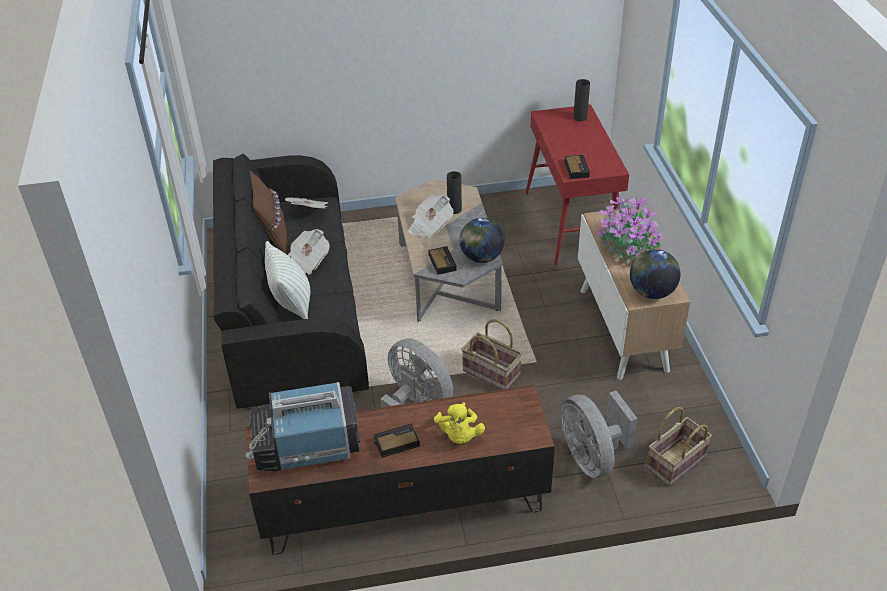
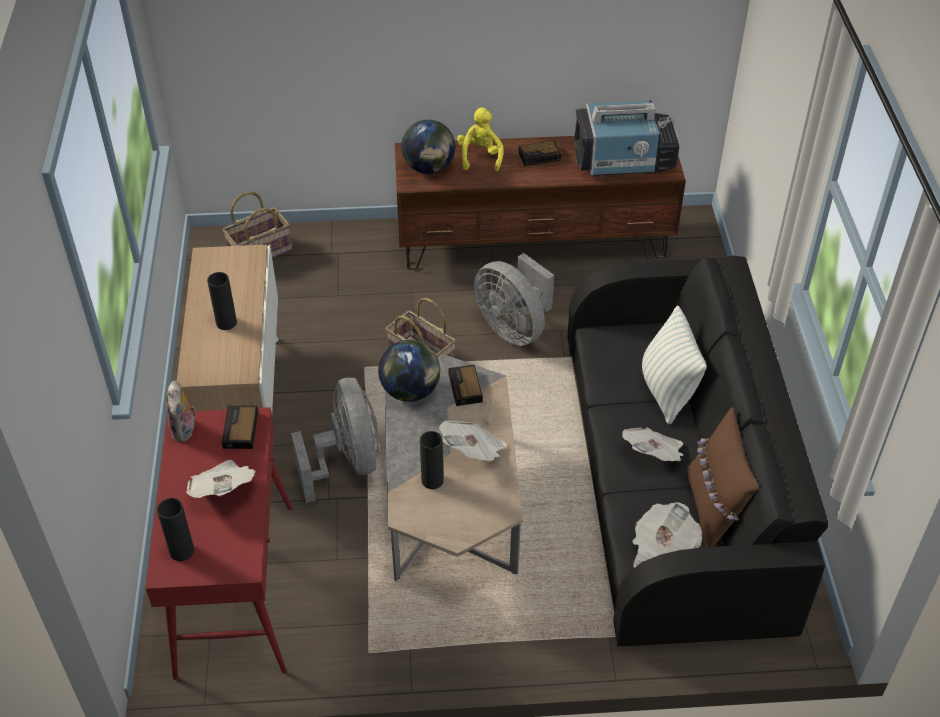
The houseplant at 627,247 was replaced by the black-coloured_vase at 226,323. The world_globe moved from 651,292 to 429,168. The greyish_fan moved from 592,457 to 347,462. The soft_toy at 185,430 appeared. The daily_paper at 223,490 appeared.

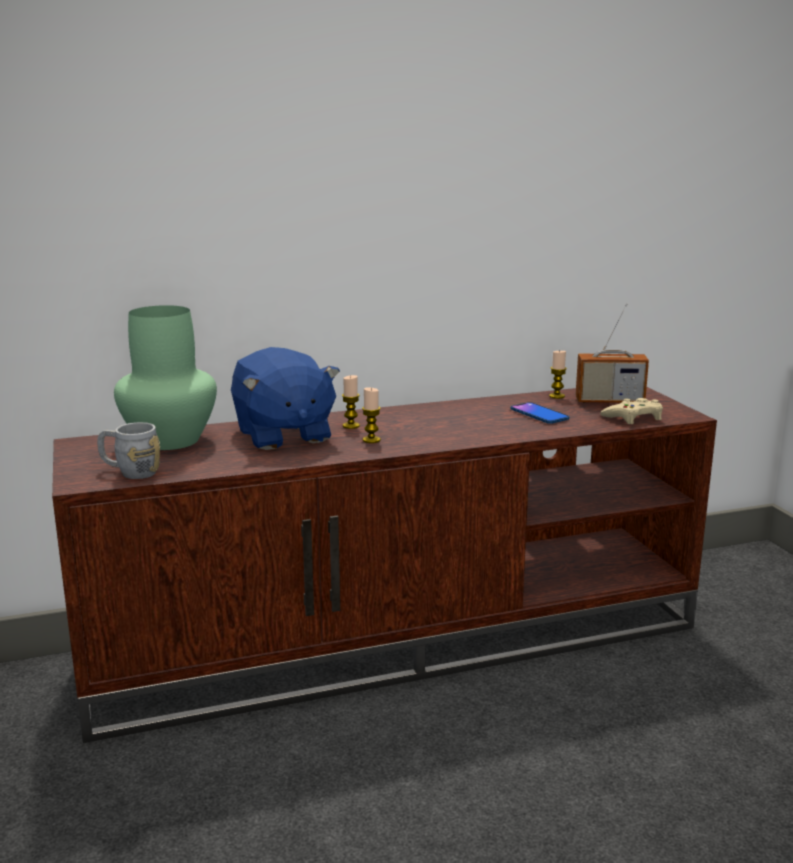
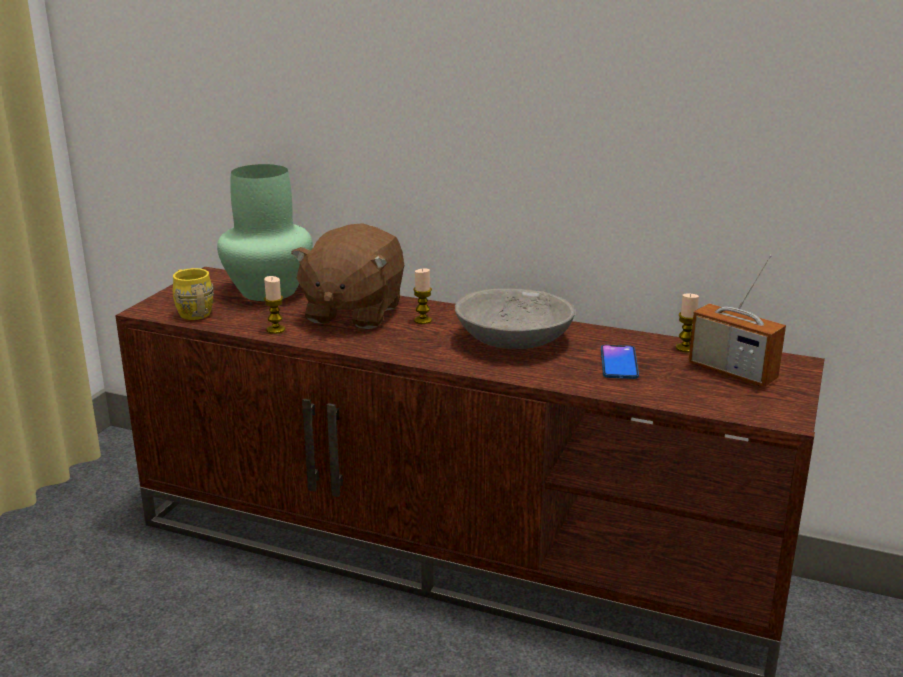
The bluish_soft_toy at 282,435 became the brown-coloured_soft_toy at 352,312. The wax_candle moved from 371,440 to 275,330. The sand-coloured_game_controller at 633,418 disappeared. The greyish_tea_mug at 130,472 became the yellow-coloured_tea_mug at 192,311. The greyish_bowl at 513,340 appeared.

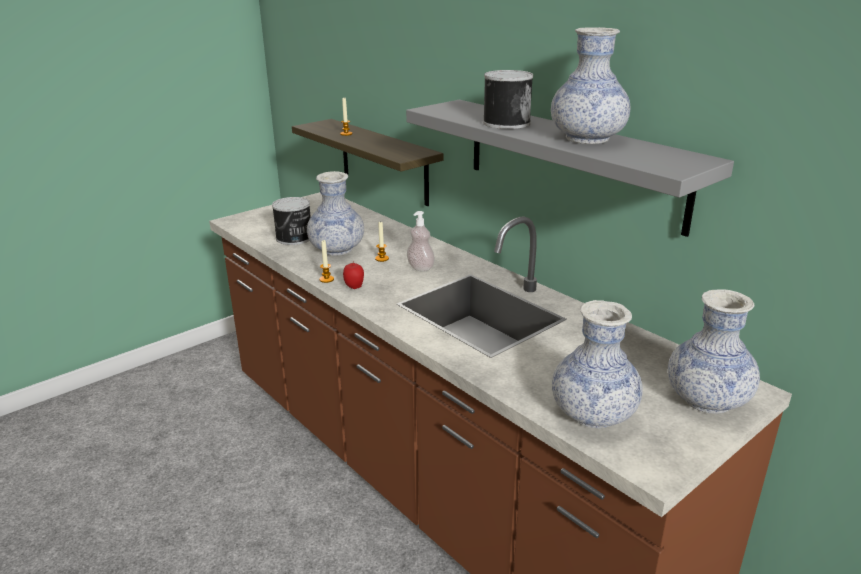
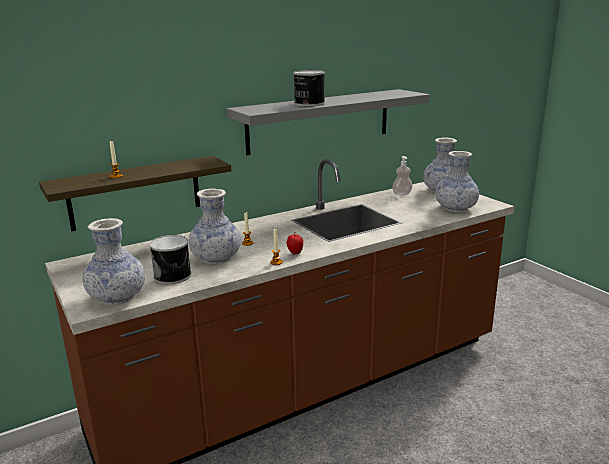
The vase moved from 587,139 to 117,297. The soap_dispenser moved from 420,268 to 402,194.

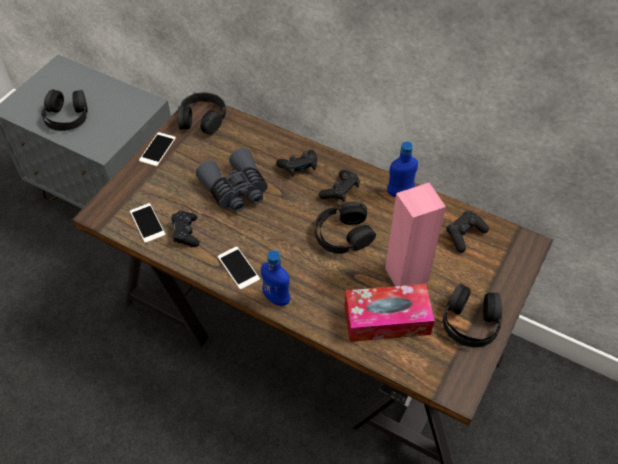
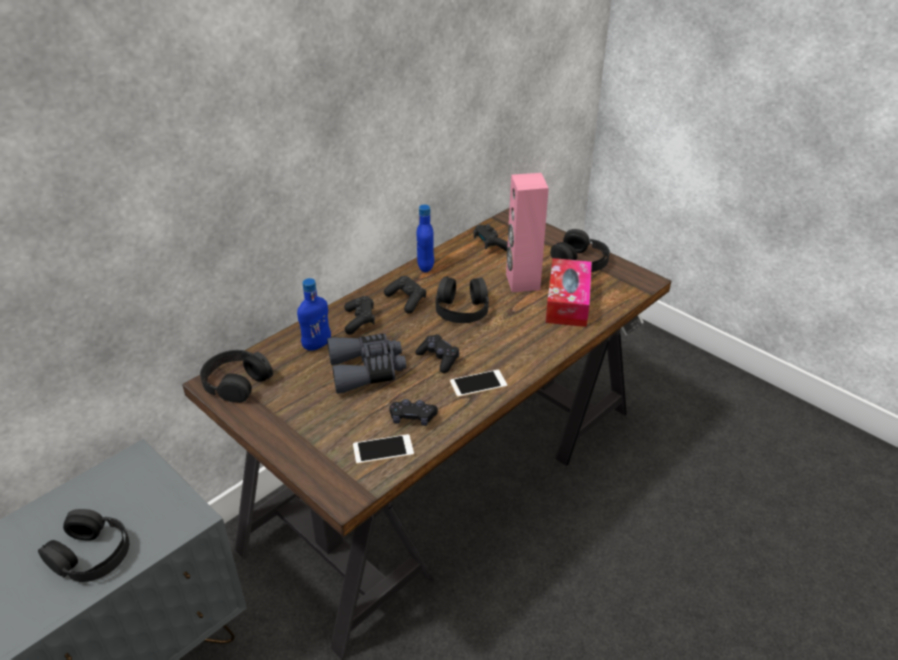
The telephone at 157,149 disappeared. The bluish_bottle moved from 276,298 to 317,345. The black-coloured_game_controller at 438,358 appeared.

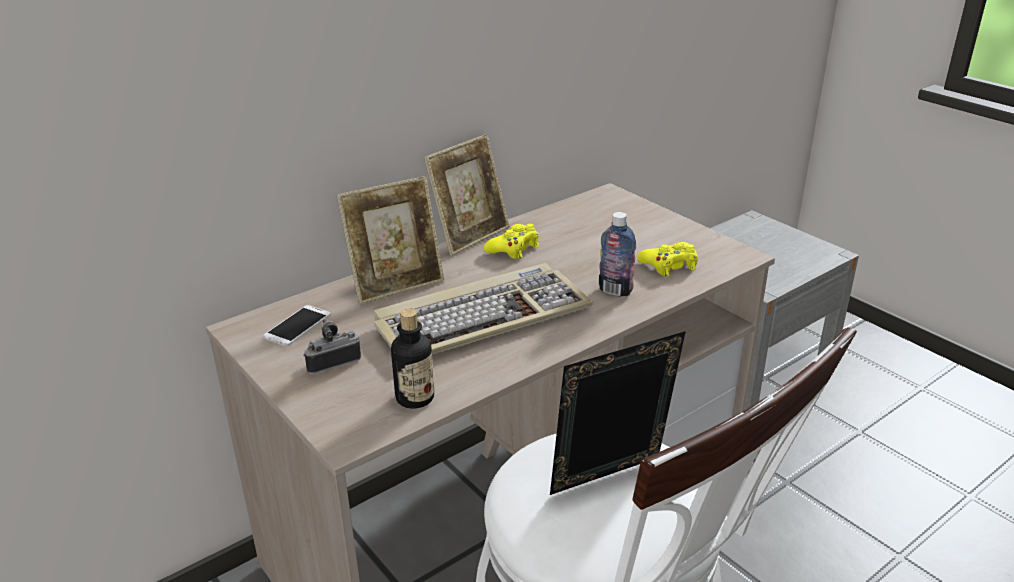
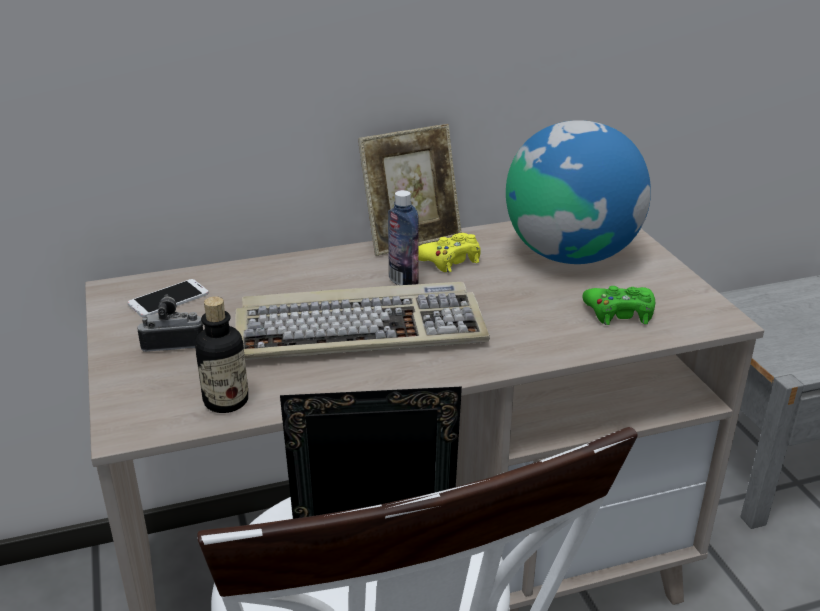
The picture_frame at 396,285 disappeared. The bottle moved from 615,291 to 403,280. The yellow-coloured_game_controller at 669,265 became the green-coloured_game_controller at 620,313. The world_globe at 570,254 appeared.

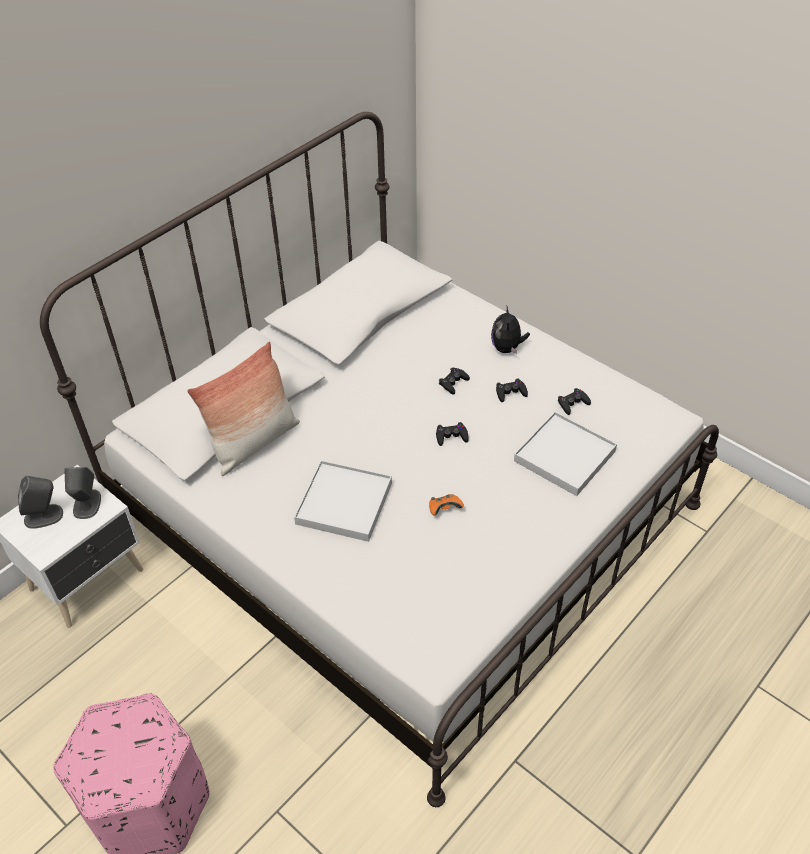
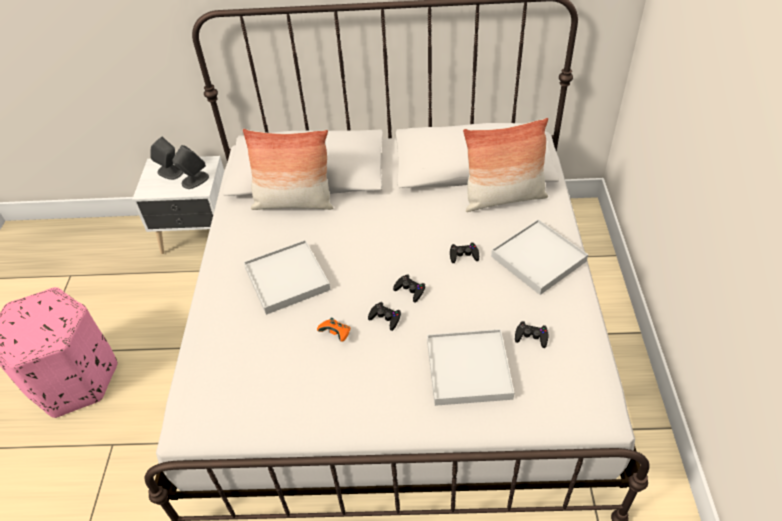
The soft_toy at 507,348 was replaced by the white_carrying_tray at 538,259. The black-coloured_game_controller moved from 510,392 to 385,318. The pillow at 503,198 appeared.

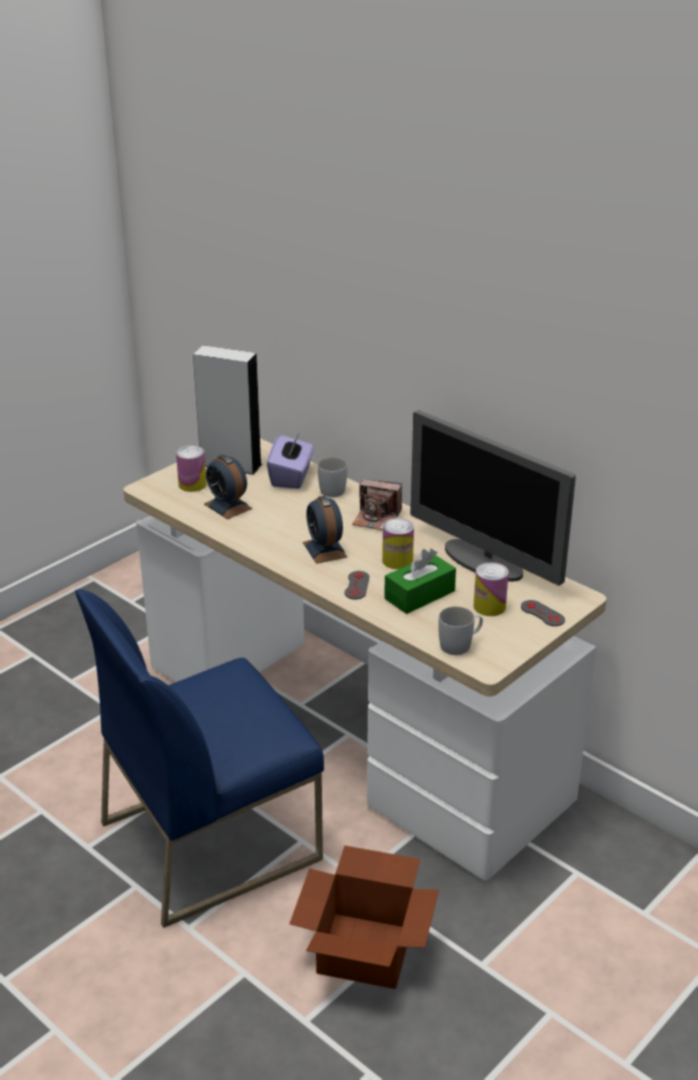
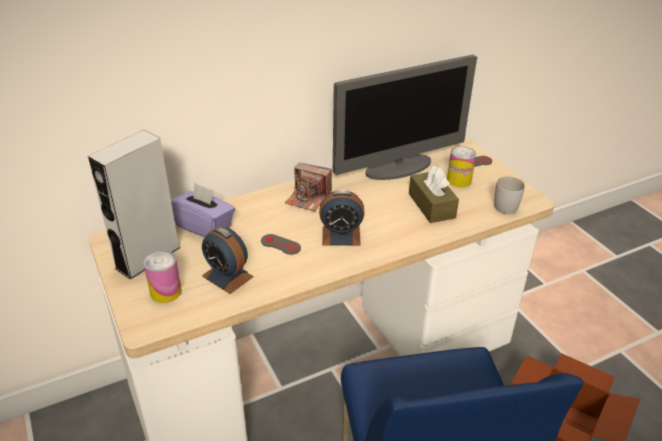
The bedside_clock at 228,506 turned 60 degrees clockwise. The white_tea_mug at 330,488 disappeared. The photo_camera at 376,518 turned 75 degrees clockwise. The sealed_can at 397,560 disappeared. The green-coloured_tissue_box at 419,595 became the brown-coloured_tissue_box at 431,205. The greyish_game_controller moved from 357,585 to 280,244.

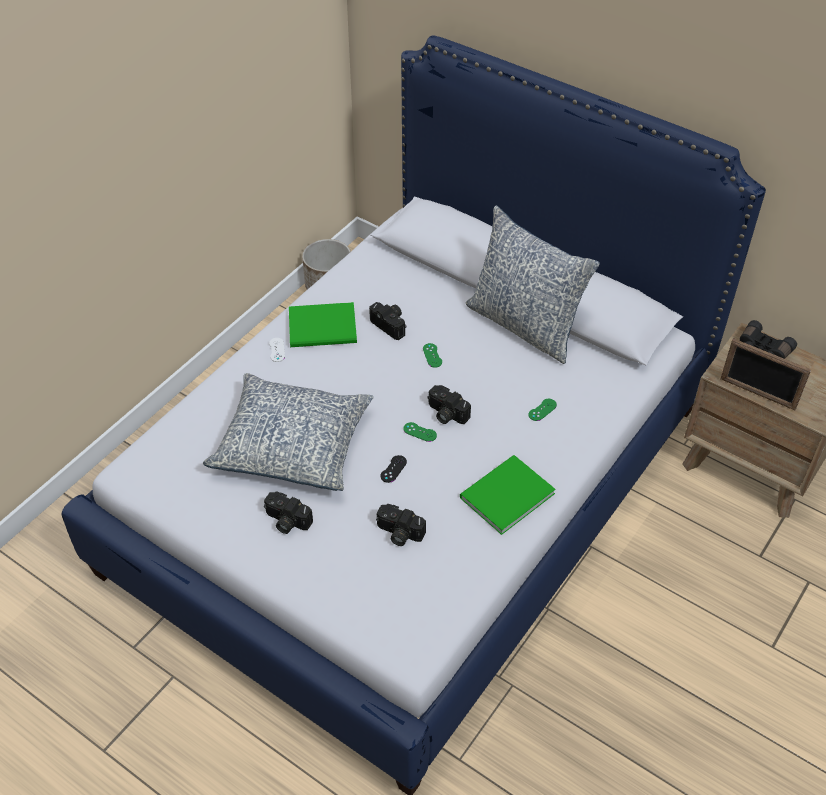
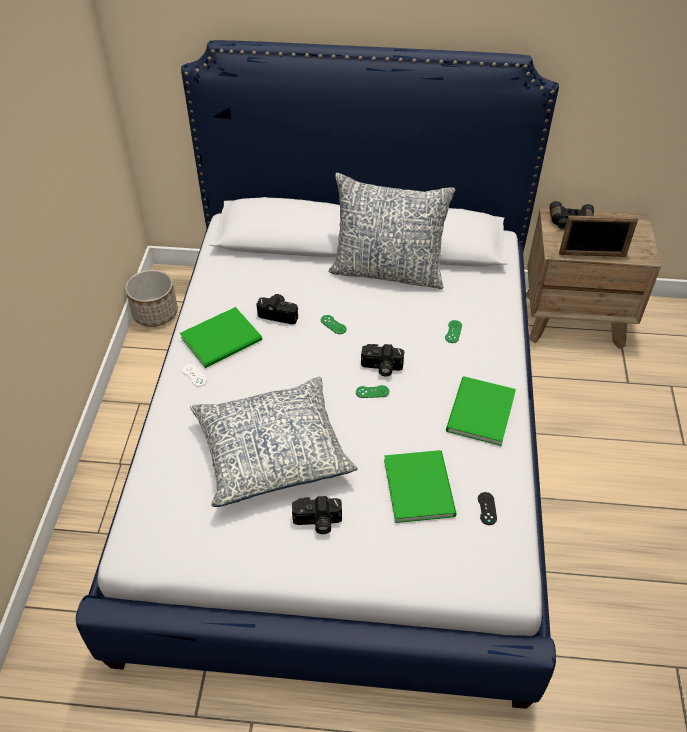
The black-coloured_game_controller moved from 393,469 to 487,508. The photo_camera at 398,533 was replaced by the green-coloured_volume at 420,485.

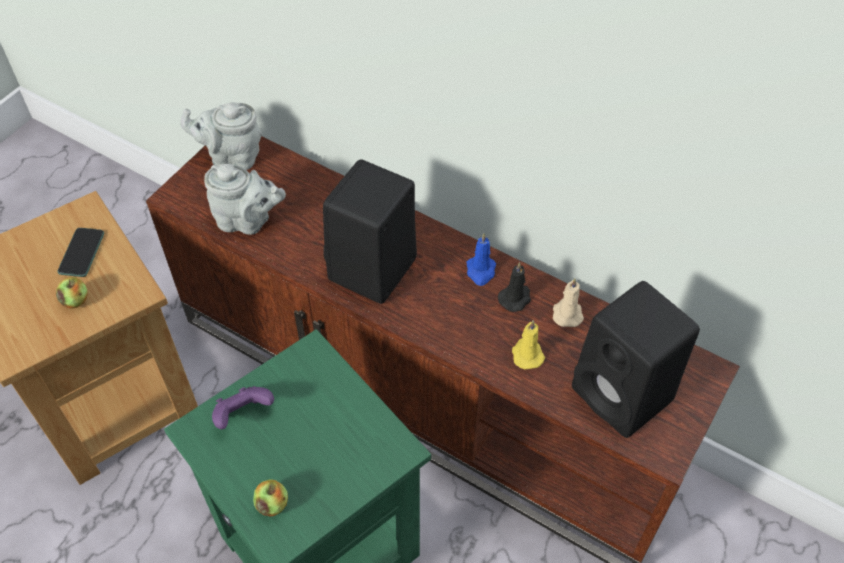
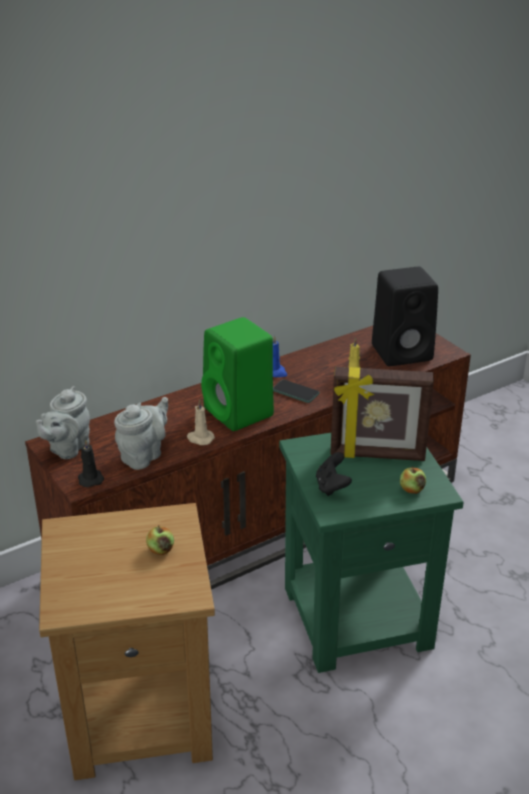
The black-coloured_speaker at 372,271 became the green-coloured_speaker at 240,413. The telephone moved from 81,253 to 295,392. The black-coloured_wax_candle moved from 515,298 to 90,478. The sand-coloured_wax_candle moved from 567,313 to 200,438. The purple-coloured_game_controller at 243,414 became the black-coloured_game_controller at 332,486. The picture_frame at 377,455 appeared.

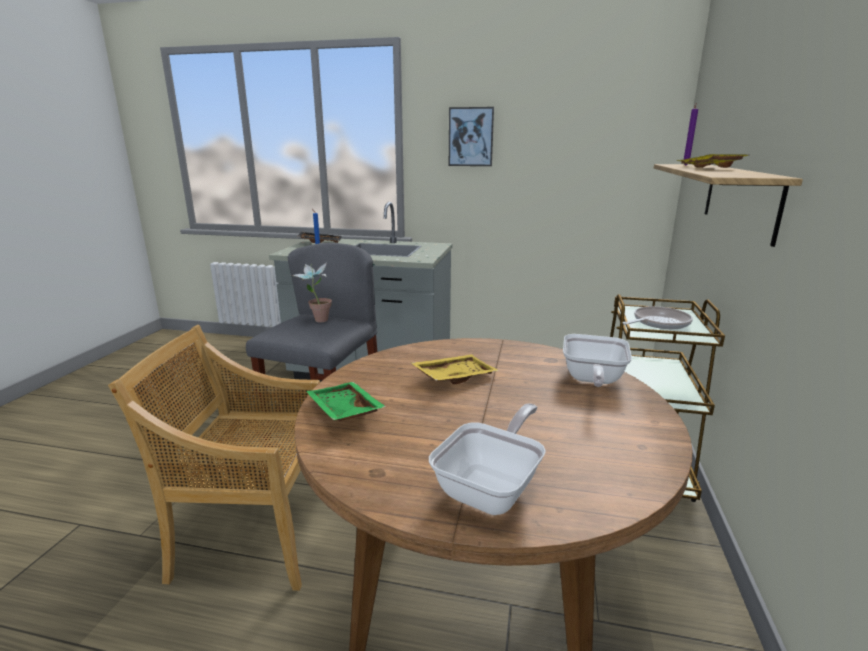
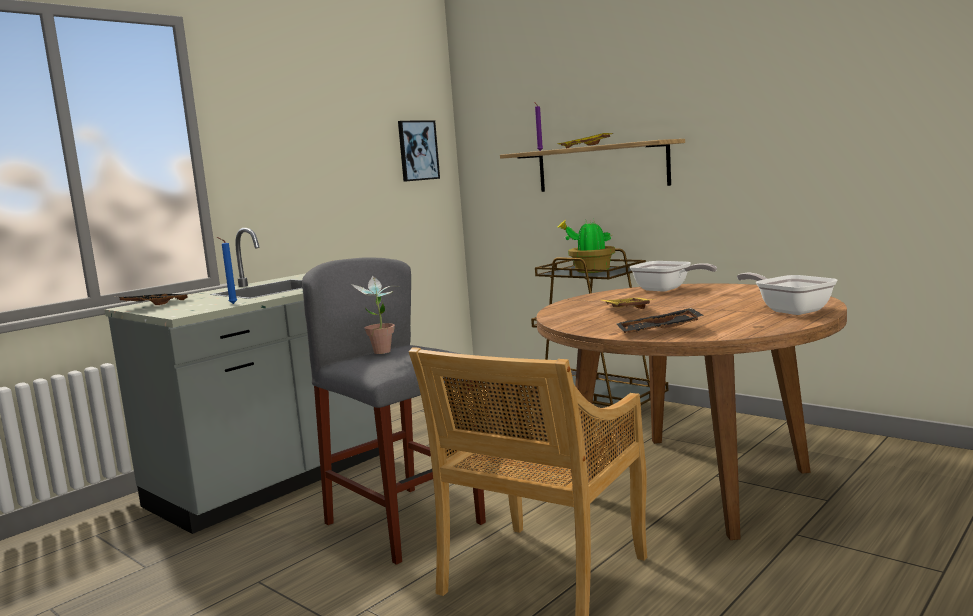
The picture moved from 471,137 to 417,150. The frying_pan at 658,323 was replaced by the houseplant at 590,271. The green-coloured_carrying_tray at 343,411 became the black-coloured_carrying_tray at 659,331.

